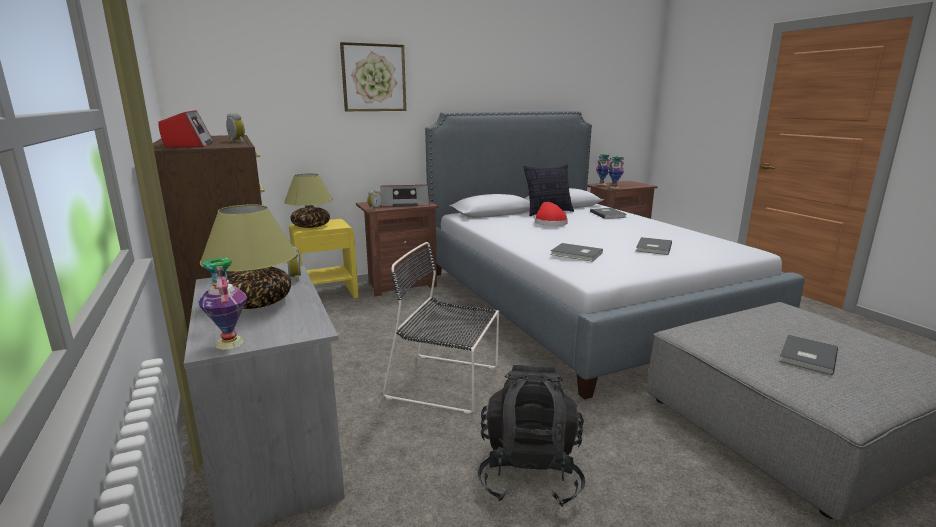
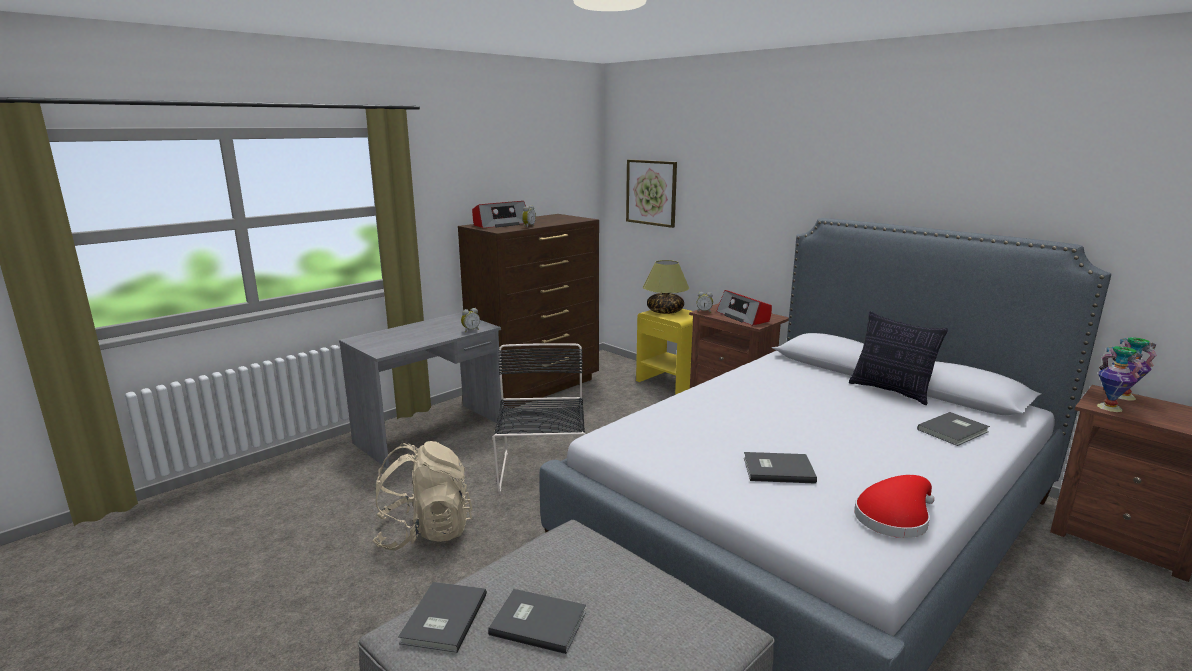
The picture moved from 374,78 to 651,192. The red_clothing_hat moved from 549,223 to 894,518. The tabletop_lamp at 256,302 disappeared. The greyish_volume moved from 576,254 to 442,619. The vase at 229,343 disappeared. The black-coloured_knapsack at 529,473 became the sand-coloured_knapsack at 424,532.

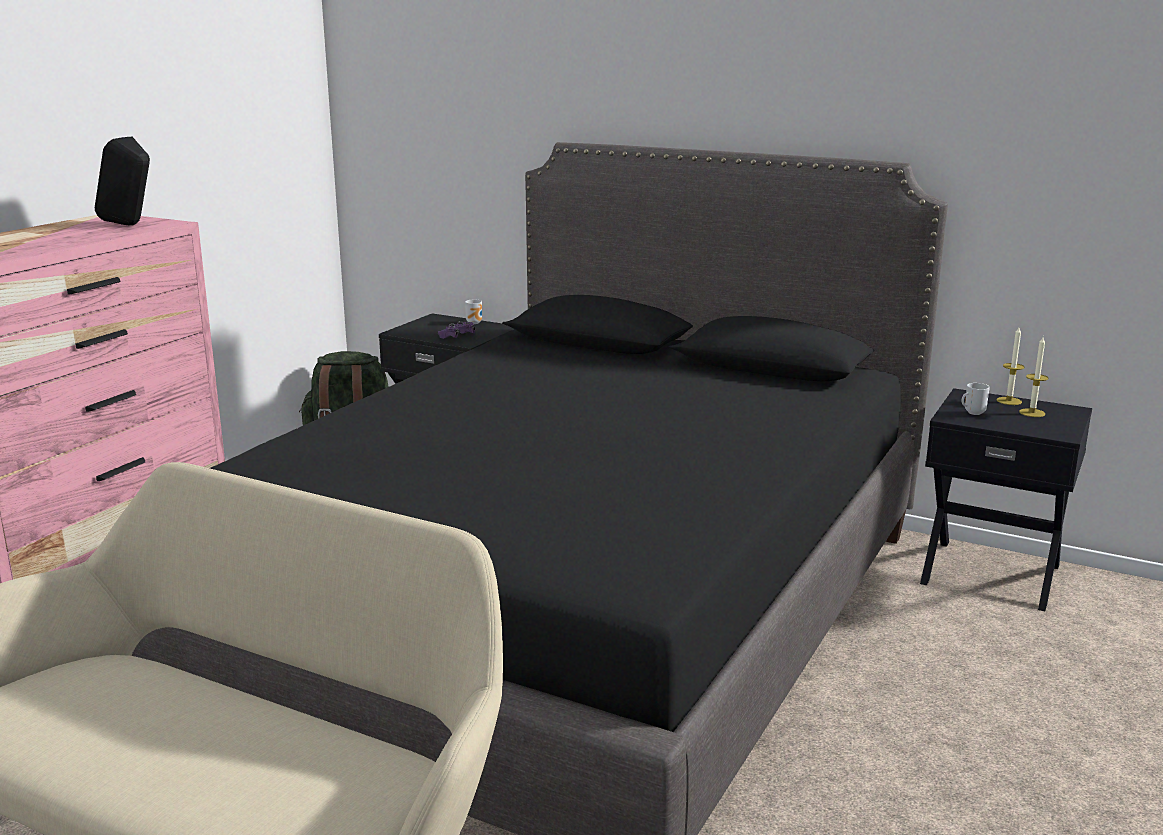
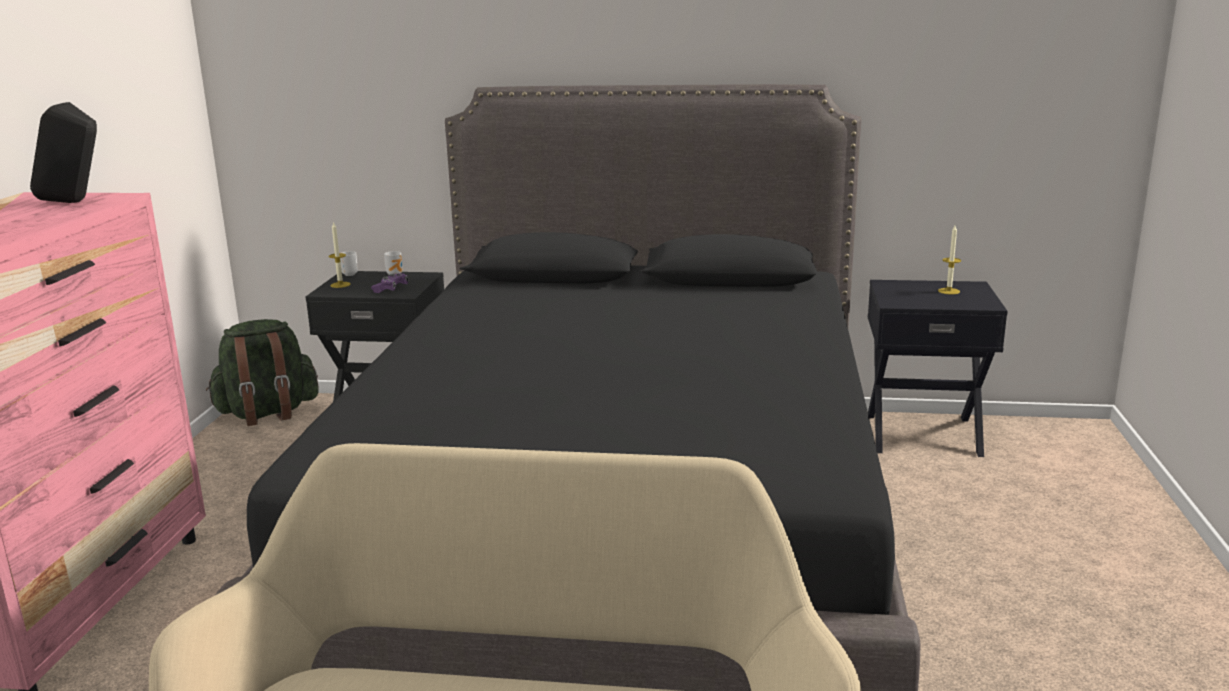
The wax_candle moved from 1009,401 to 340,285. The tea_mug moved from 972,413 to 348,275.

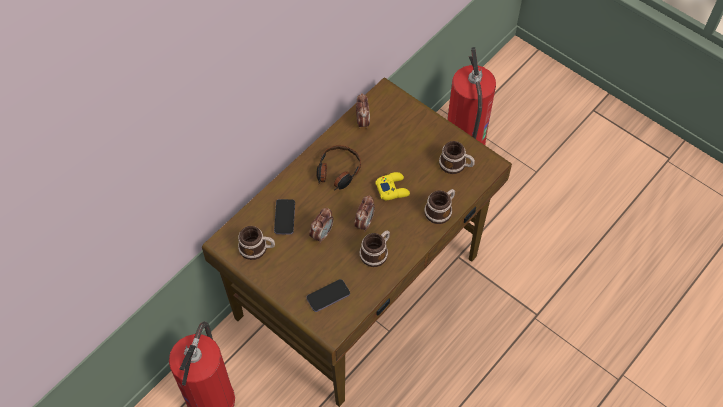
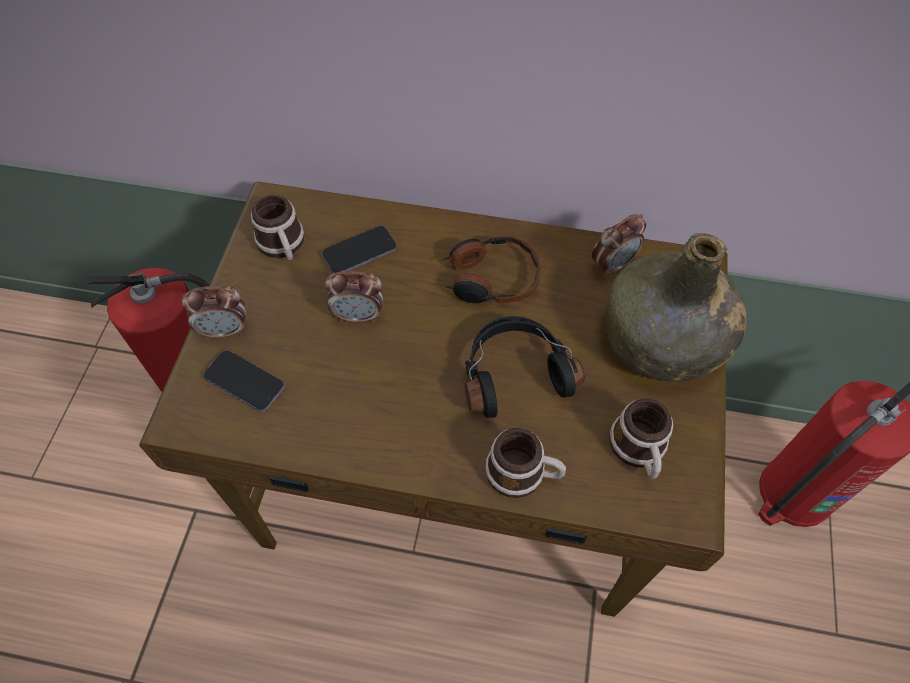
The yellow-coloured_game_controller at 392,189 was replaced by the black-coloured_headset at 514,373. The bedside_clock moved from 364,223 to 225,330. The tea_mug at 376,252 disappeared. The green-coloured_bottle at 662,341 appeared.

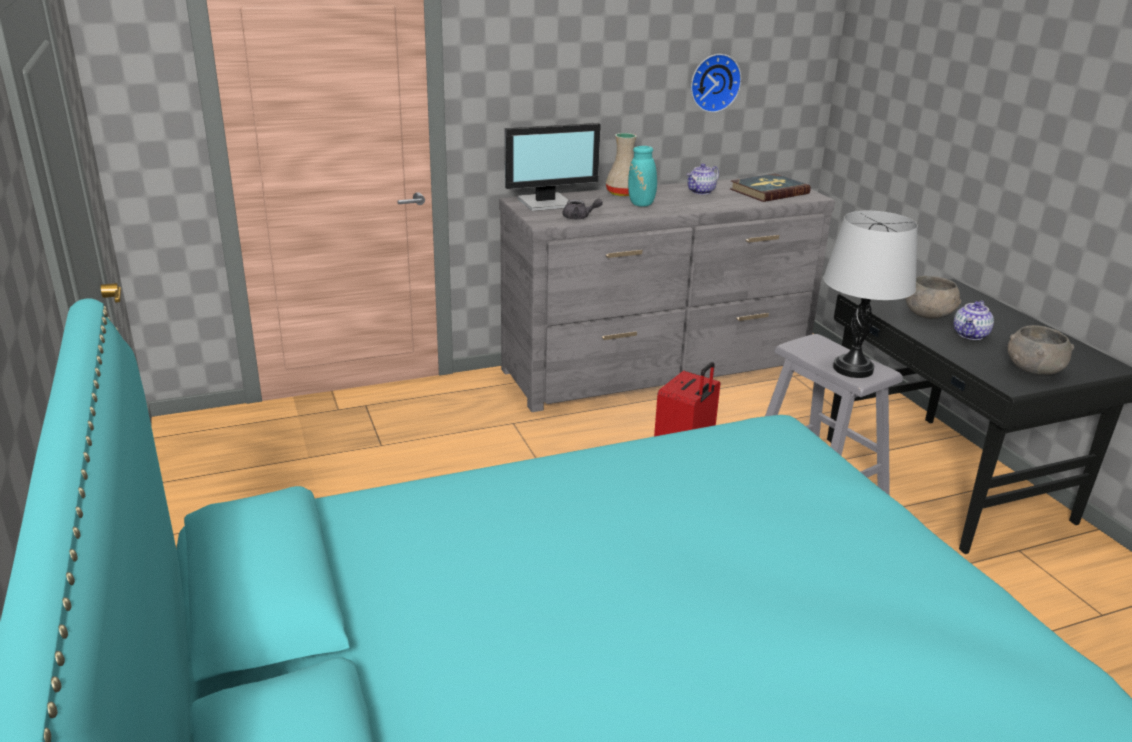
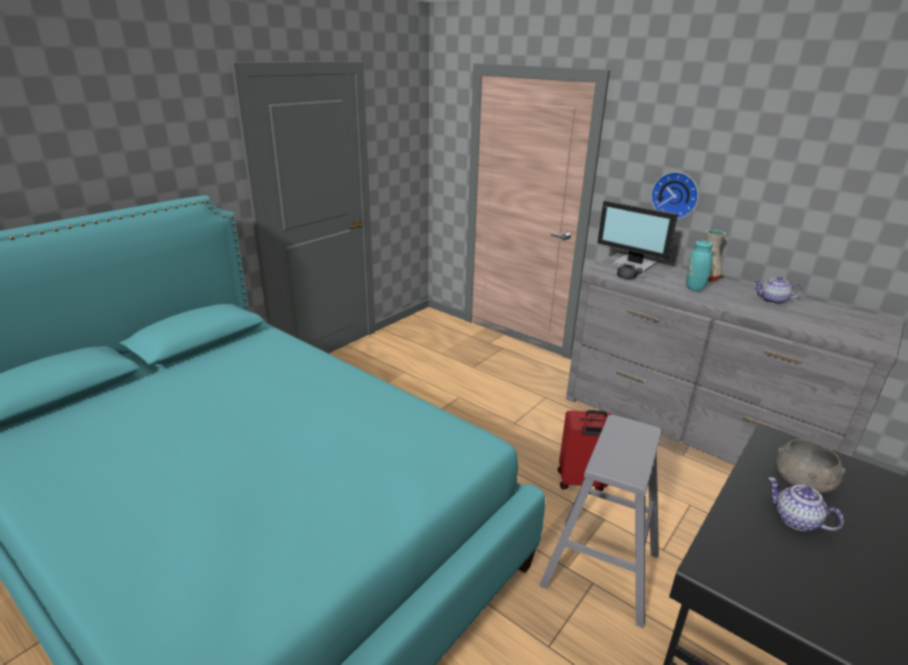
The wall_clock moved from 713,82 to 675,195. The volume at 769,191 disappeared. The greyish_tabletop_lamp at 853,369 disappeared. The pot_for_tea at 970,335 turned 45 degrees clockwise. The greyish_bowl at 1033,369 disappeared.

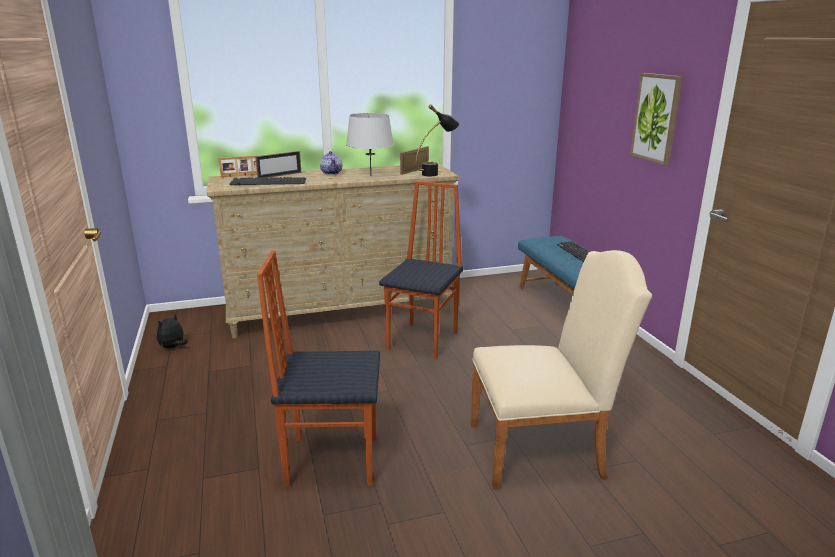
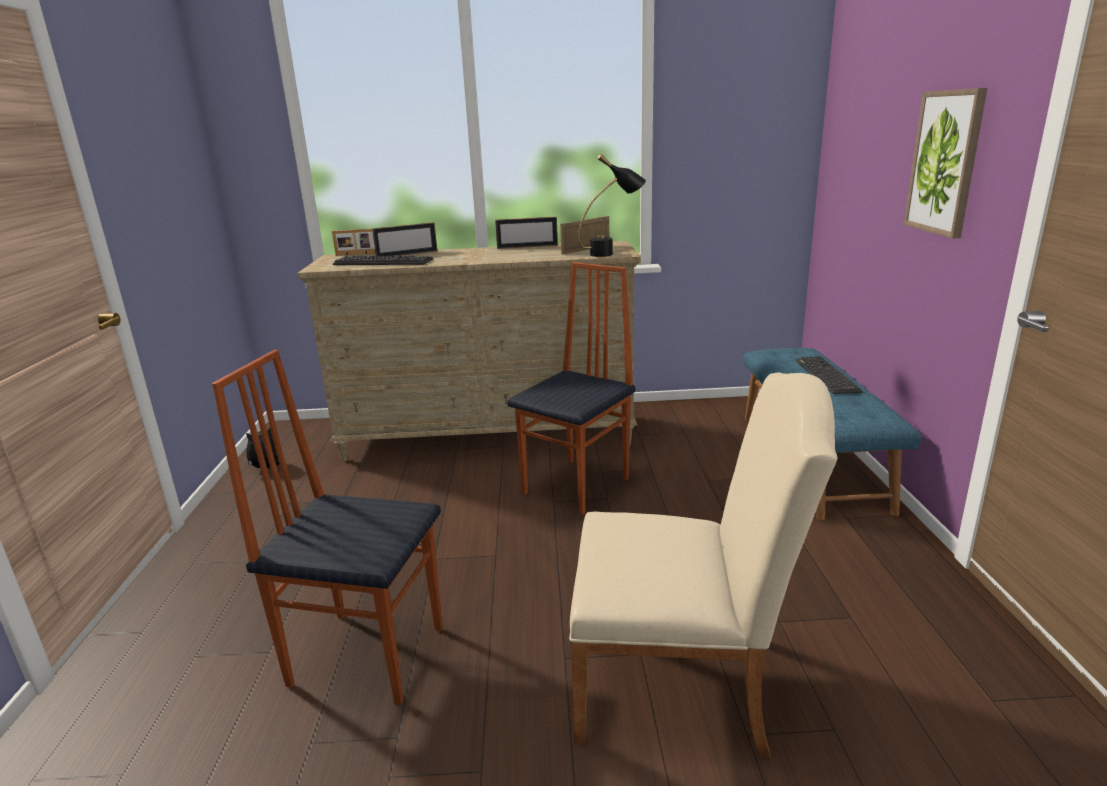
The greyish_tabletop_lamp at 370,176 disappeared. The pot_for_tea at 331,173 disappeared. The picture_frame at 527,247 appeared.

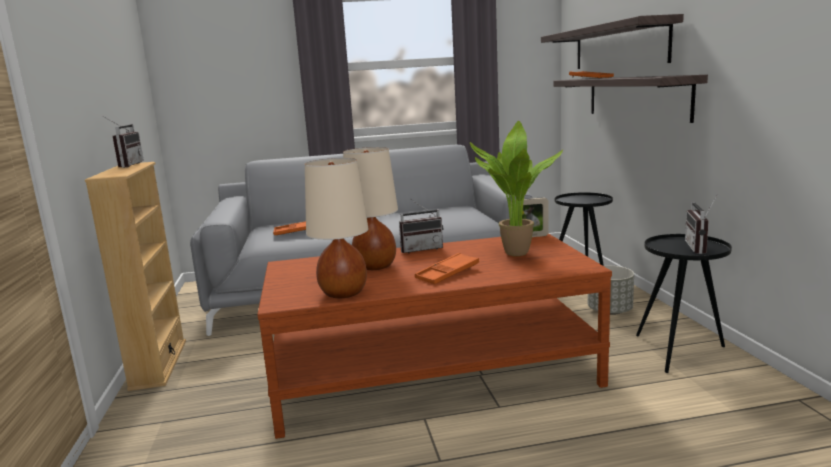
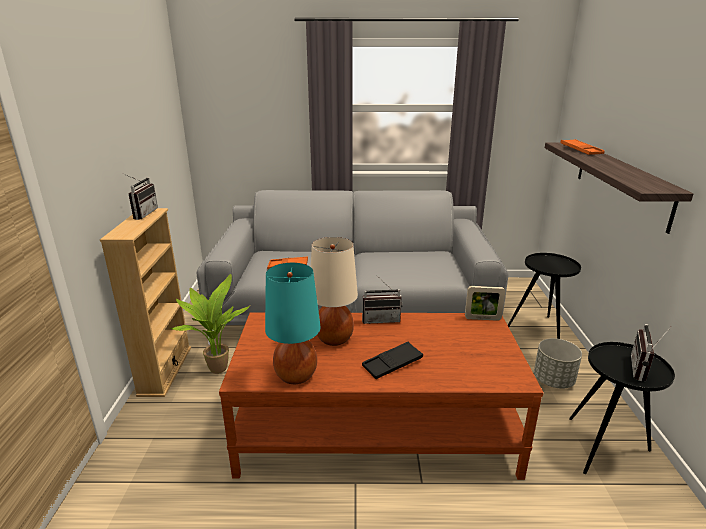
The wall_shelf at 618,46 disappeared. The houseplant moved from 512,253 to 216,368. The sand-coloured_tabletop_lamp at 343,293 became the turquoise-coloured_tabletop_lamp at 296,375. The orangey_carrying_tray at 447,273 became the black-coloured_carrying_tray at 392,364.

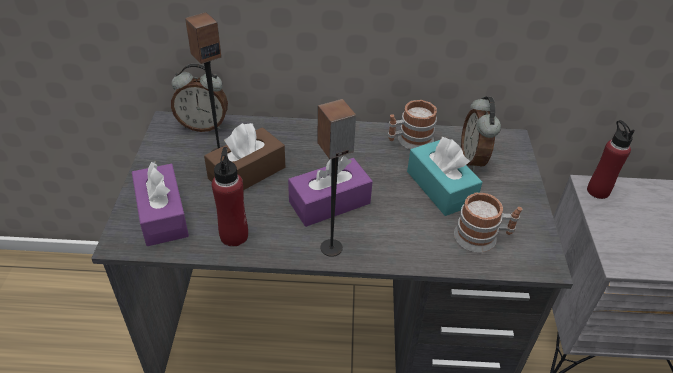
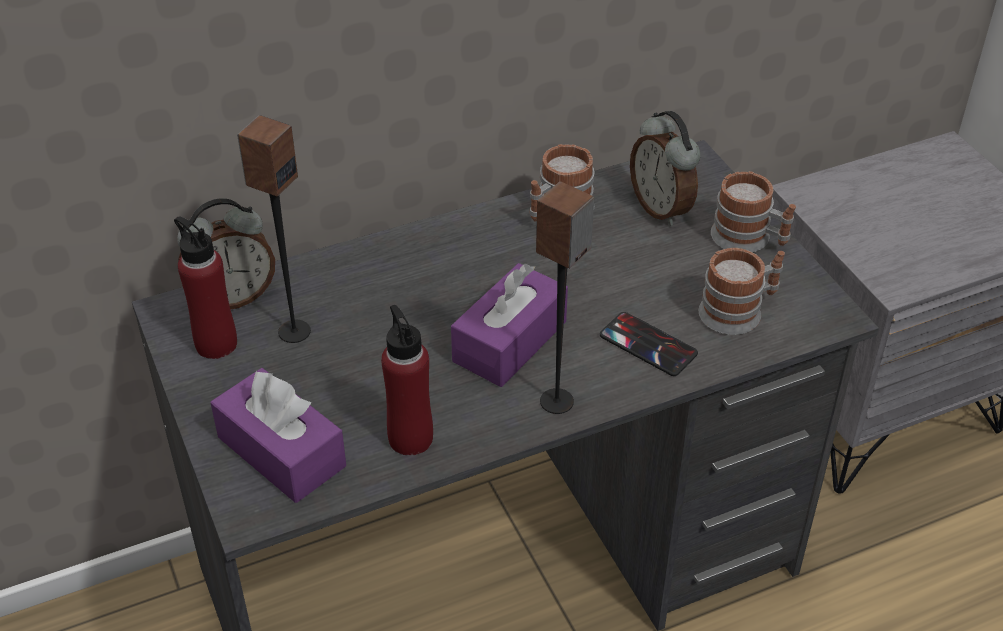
The red_bottle moved from 598,191 to 216,344. The brown-coloured_tissue_box at 247,173 disappeared. The turquoise-coloured_tissue_box at 440,187 disappeared. The tea_mug at 749,239 appeared. The telephone at 648,344 appeared.

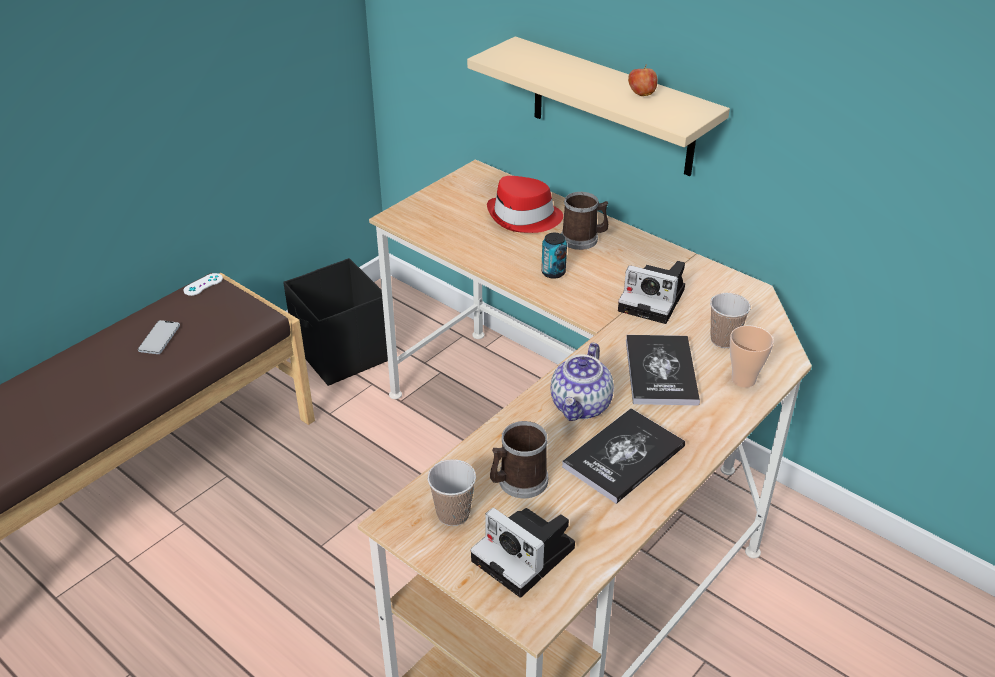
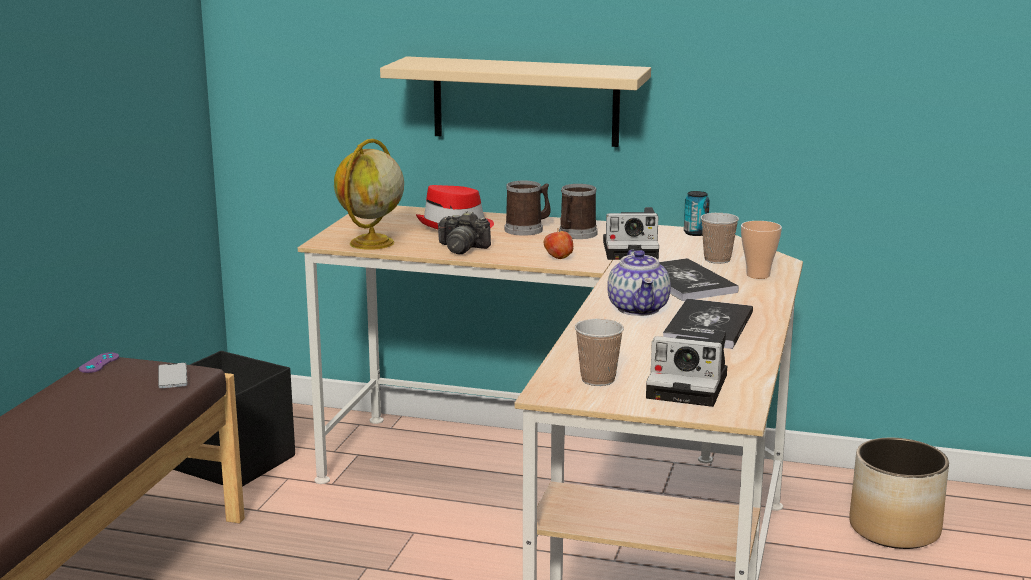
The apple moved from 641,94 to 558,258. The sealed_can moved from 553,272 to 695,233. The white_game_controller at 203,284 became the purple-coloured_game_controller at 99,363. The telephone moved from 159,338 to 172,377. The tea_mug moved from 518,482 to 575,234. The world_globe at 371,243 appeared. The photo_camera at 462,248 appeared. The planter at 895,529 appeared.

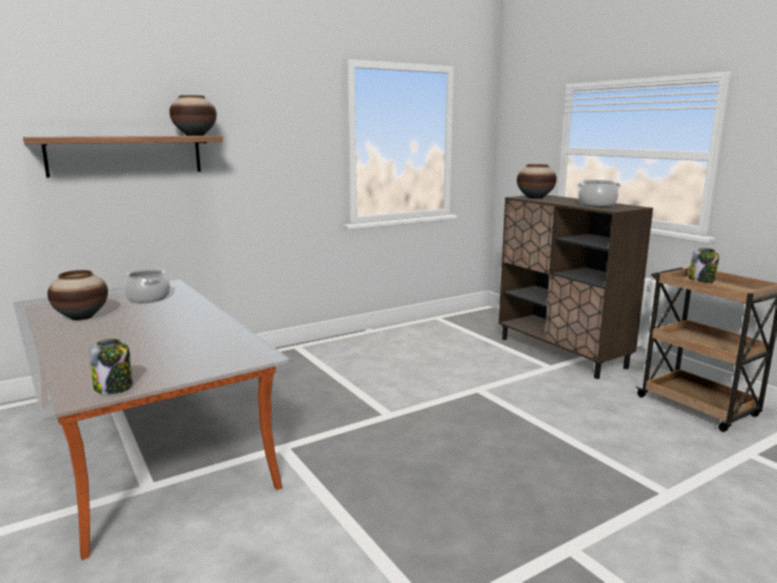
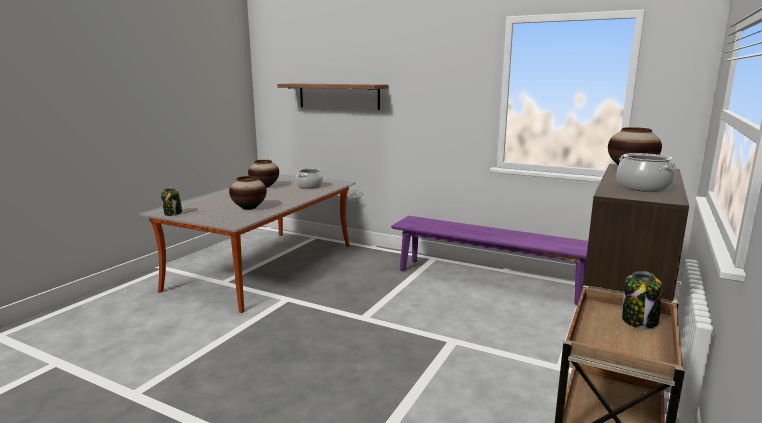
The vase moved from 195,135 to 249,208. The purple-coloured_long_seat at 487,280 appeared.

